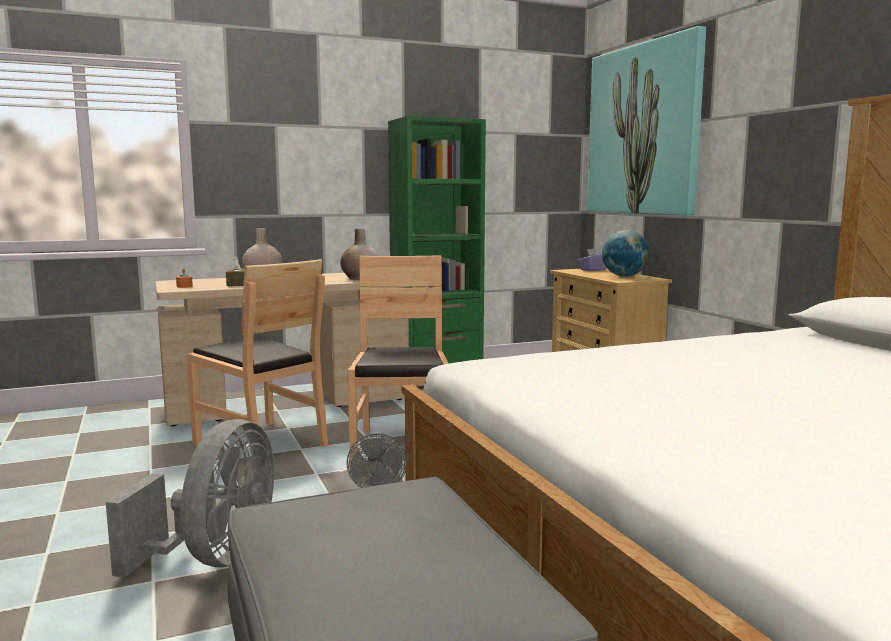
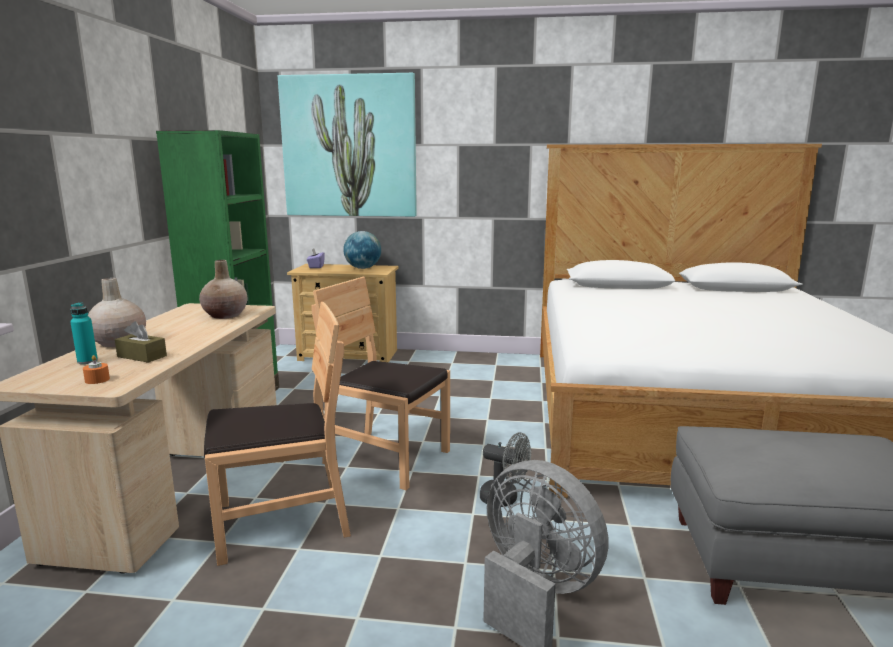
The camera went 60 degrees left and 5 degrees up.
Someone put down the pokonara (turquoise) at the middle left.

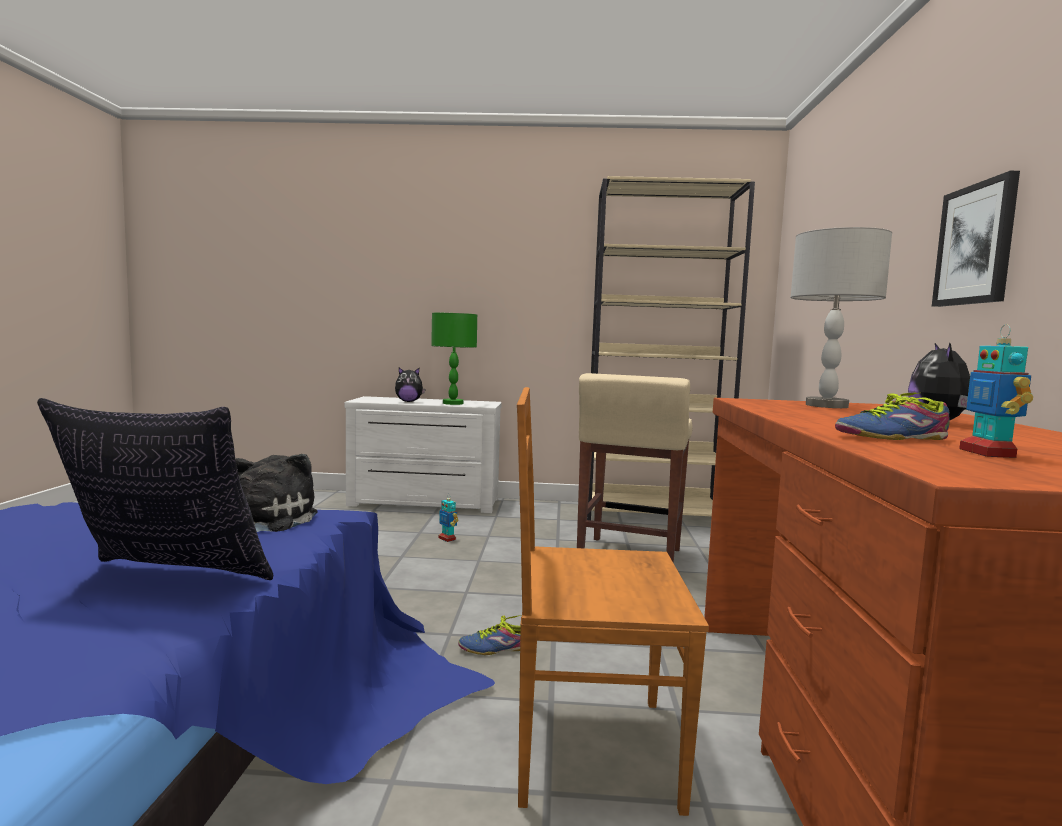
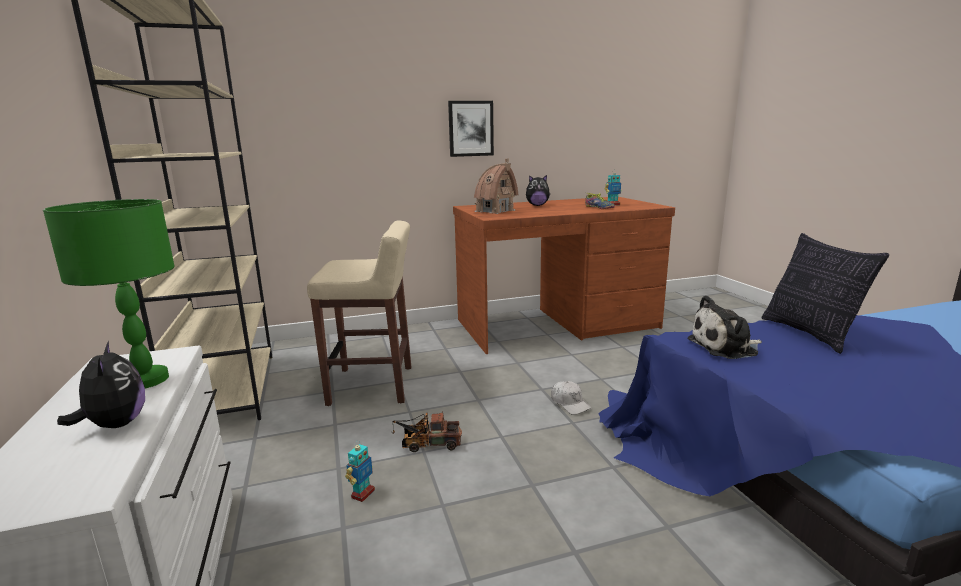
The camera went 110 degrees left and 10 degrees up.
Someone took away the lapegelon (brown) at the bottom centre.
Someone put down the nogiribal at the bottom centre.
Someone swapped the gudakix (1st from left) at the bottom centre for the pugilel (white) at the bottom centre.
Someone swapped the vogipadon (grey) at the middle right for the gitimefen at the top centre.

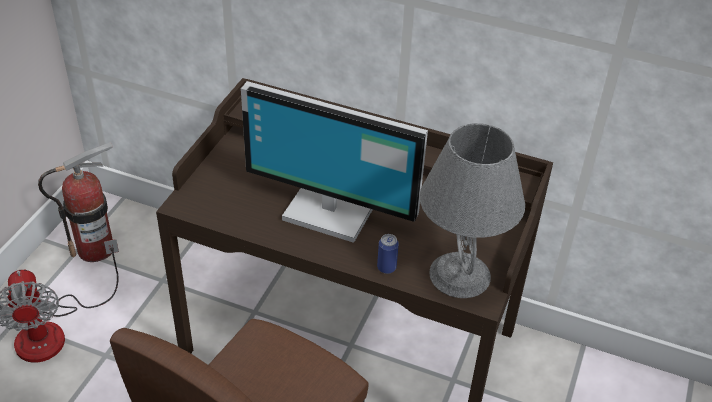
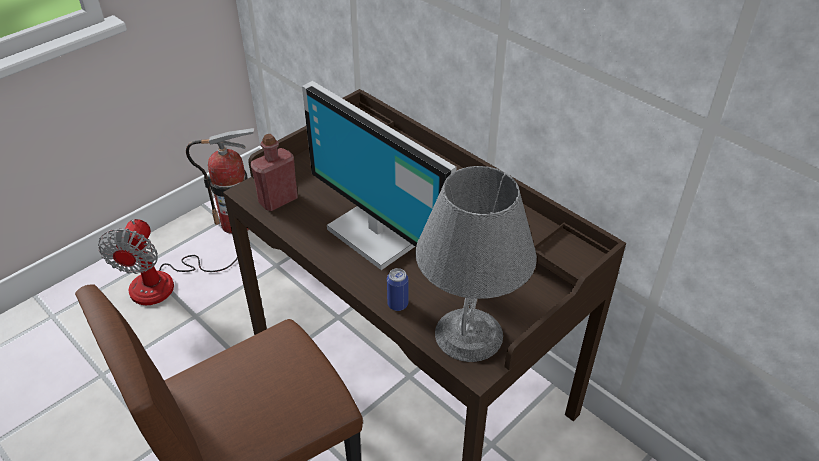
The camera went 25 degrees right and 0 degrees up.
Someone put down the pokonara (red) at the centre.

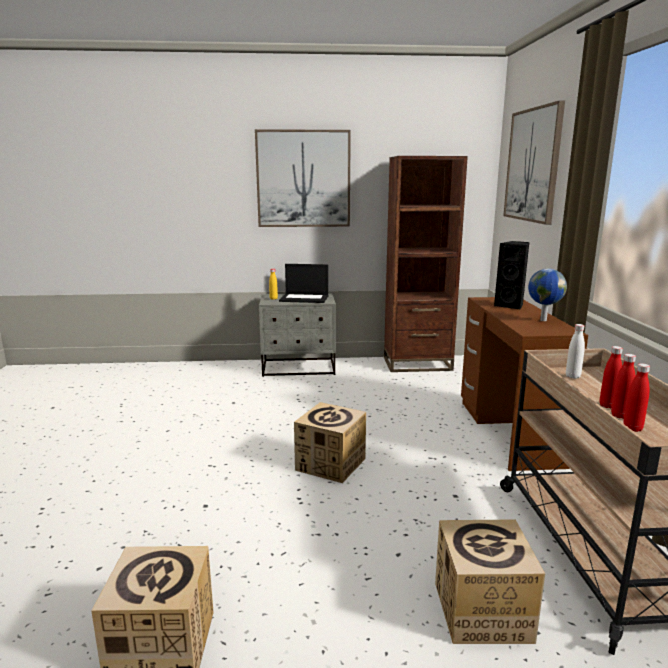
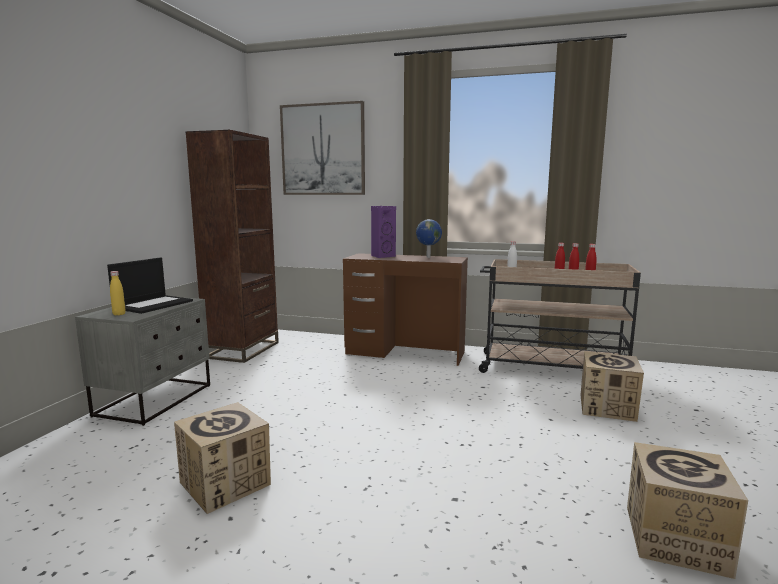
The camera went 70 degrees left and 5 degrees down.
Someone took away the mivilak (1st from left) at the top centre.
Someone carried the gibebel (2nd from left in the first image) from the centre to the bottom left.
Someone repainted the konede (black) at the middle right, which became the konede (purple) at the centre.

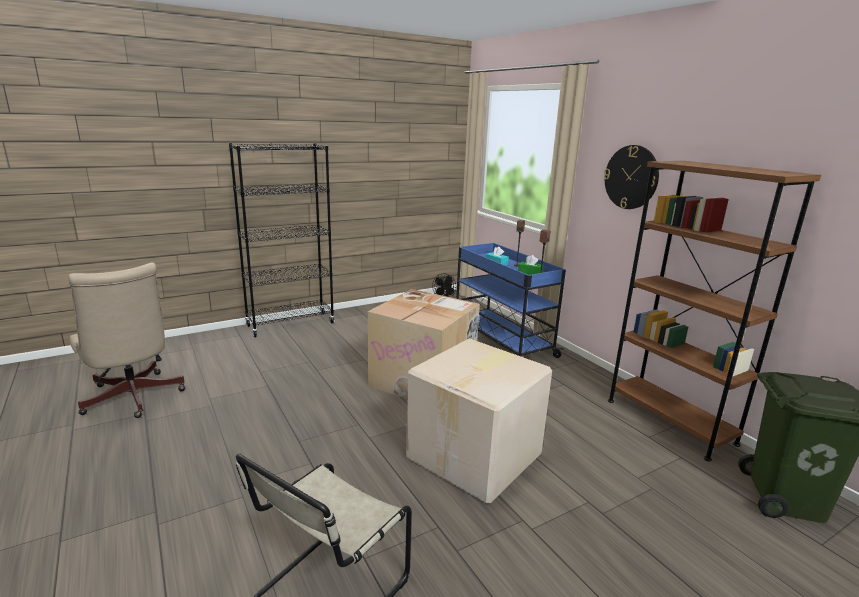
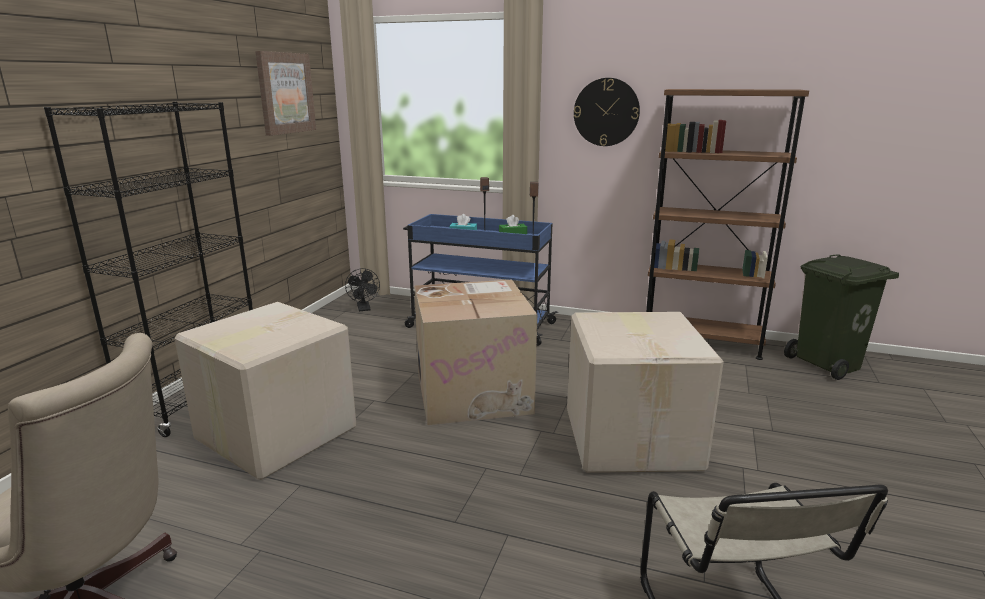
The camera went 40 degrees left and 0 degrees up.
Someone put down the gibebel (1st from left) at the middle left.
Someone put up the mivilak at the top left.

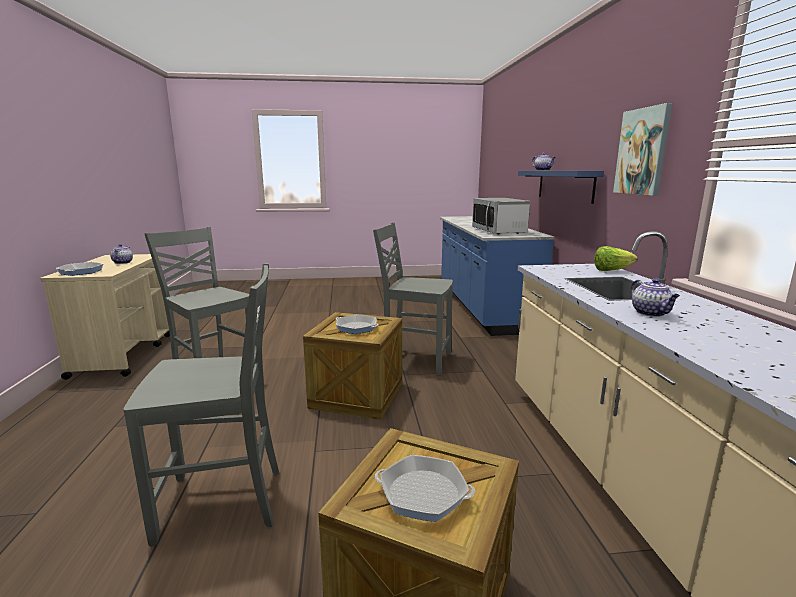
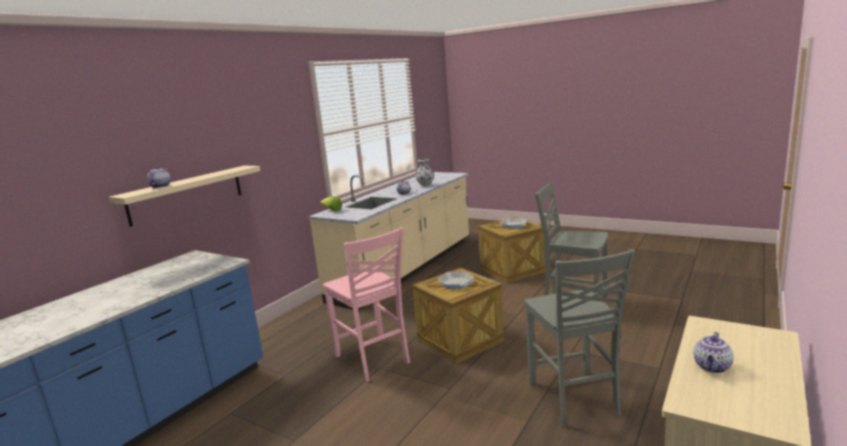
The camera went 140 degrees left and 0 degrees up.
Someone took away the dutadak (1st from left) at the middle left.
Someone took away the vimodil at the centre.
Someone took away the mivilak at the top right.
Someone put down the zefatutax at the centre.
Someone repainted the lapegelon (grey) (3rd from left) at the centre, which became the lapegelon (pink) at the bottom centre.
Someone repainted the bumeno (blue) at the top right, which became the bumeno (beige) at the middle left.

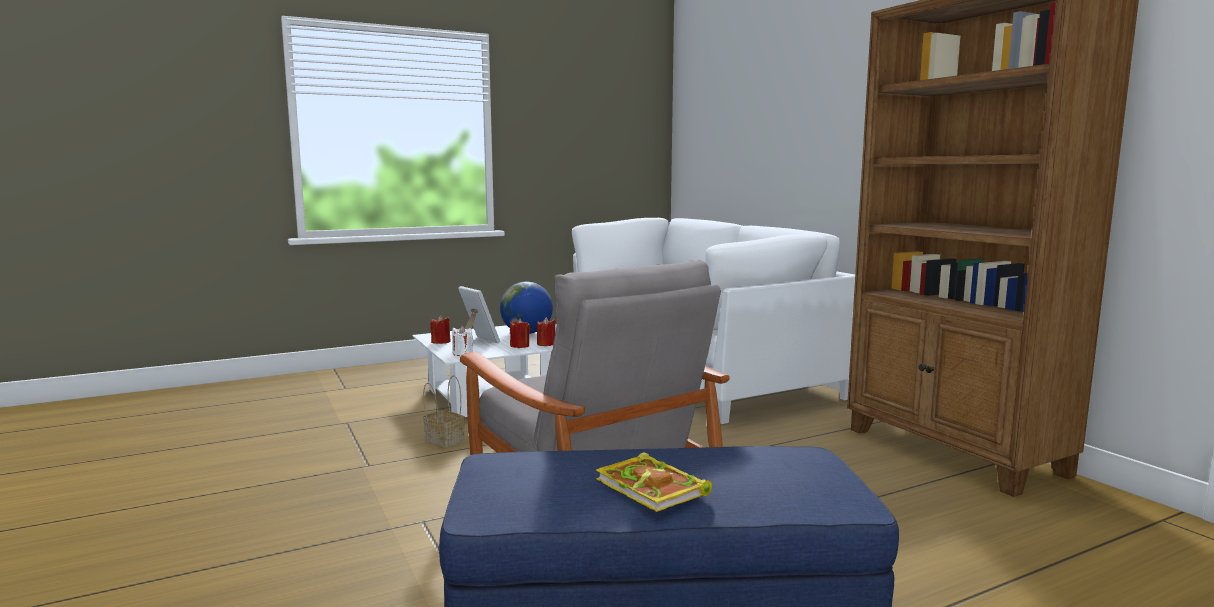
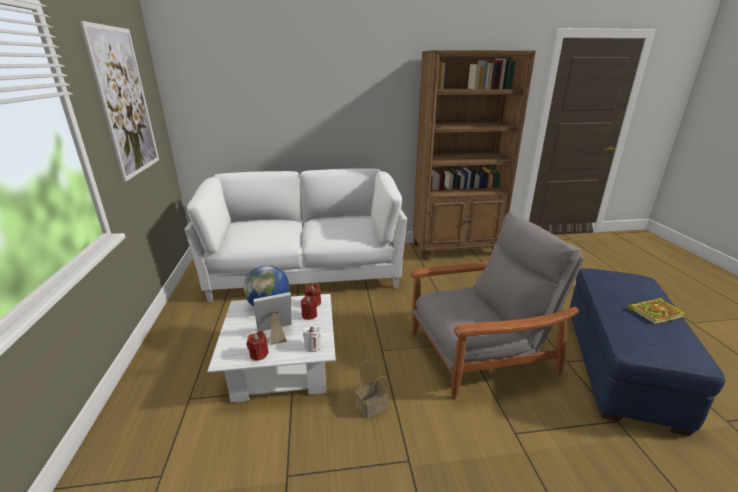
The camera went 70 degrees left and 15 degrees up.
Someone put up the mivilak at the top left.

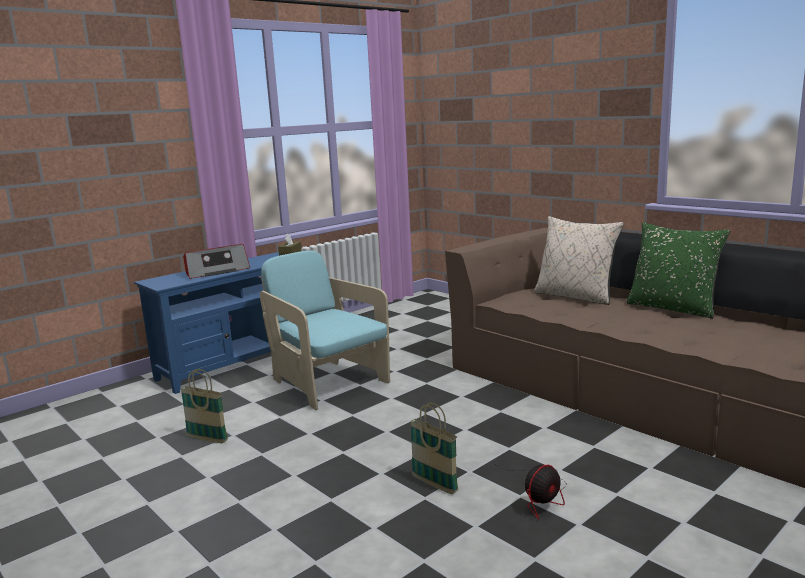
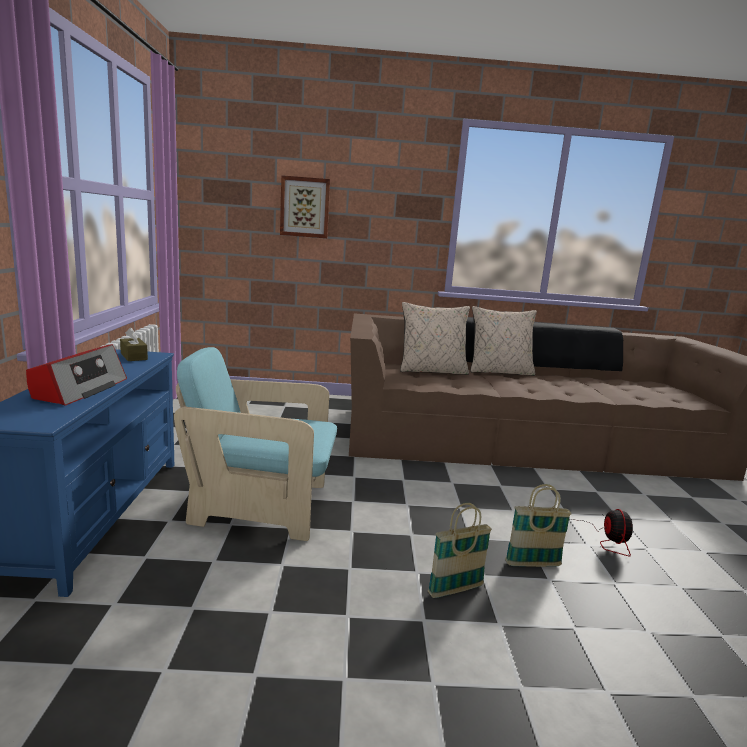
The camera went 50 degrees left and 0 degrees up.
Someone put up the mivilak at the top centre.
Someone carried the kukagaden (1st from left) from the bottom left to the bottom centre.
Someone repainted the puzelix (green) at the middle right, which became the puzelix (beige) (2nd from left) at the middle right.

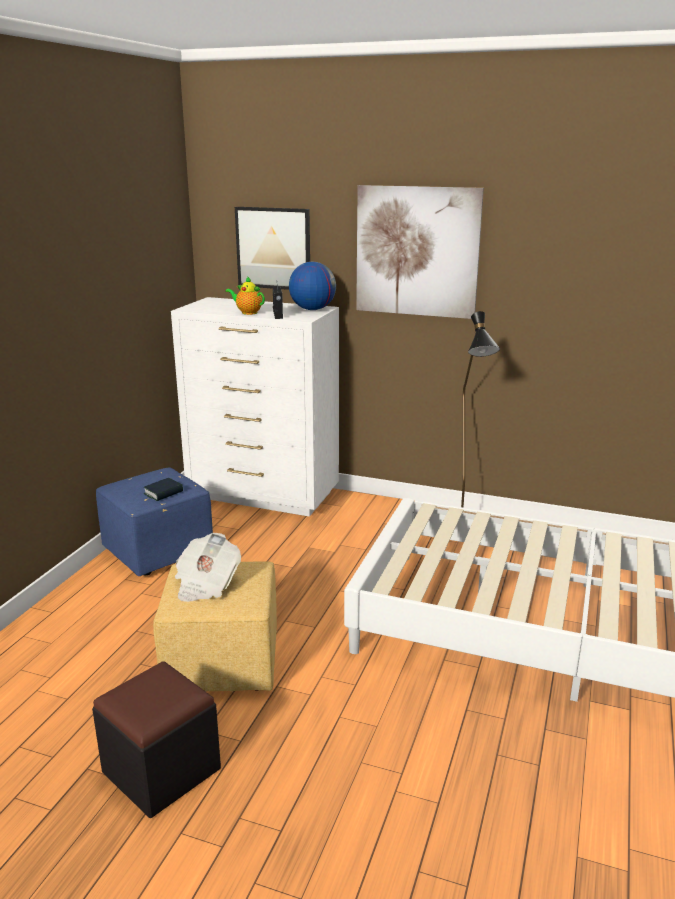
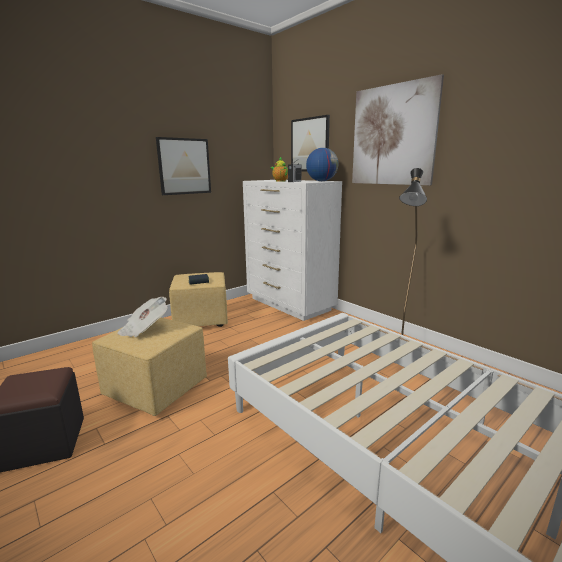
The camera went 30 degrees right and 5 degrees down.
Someone put up the mivilak (1st from left) at the top left.
Someone repainted the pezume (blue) at the middle left, which became the pezume (yellow) (2nd from left) at the centre.

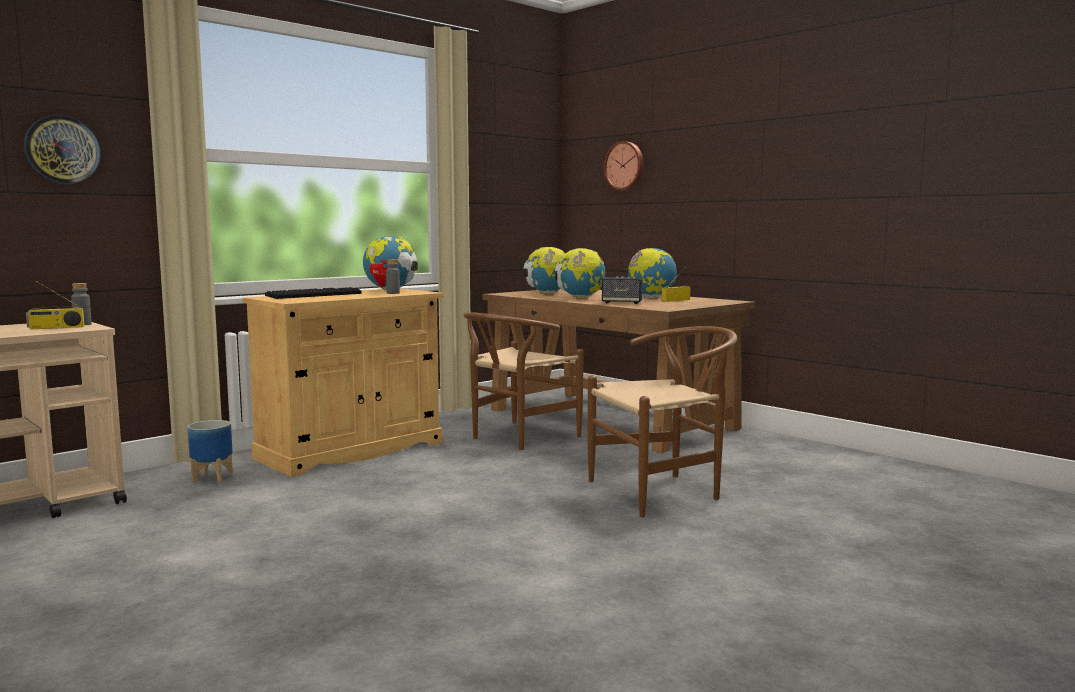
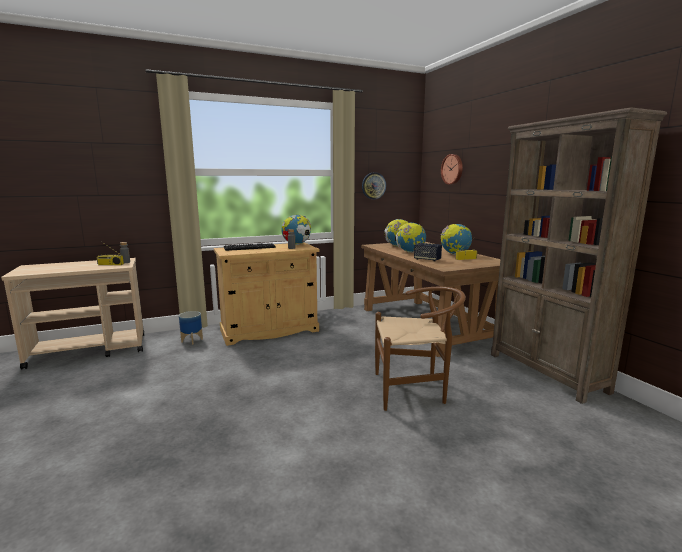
The camera went 20 degrees right and 5 degrees up.
Someone took away the lapegelon (brown) (1st from left) at the centre.
Someone put down the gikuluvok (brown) at the middle right.
Someone carried the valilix (1st from left) from the top left to the centre.

